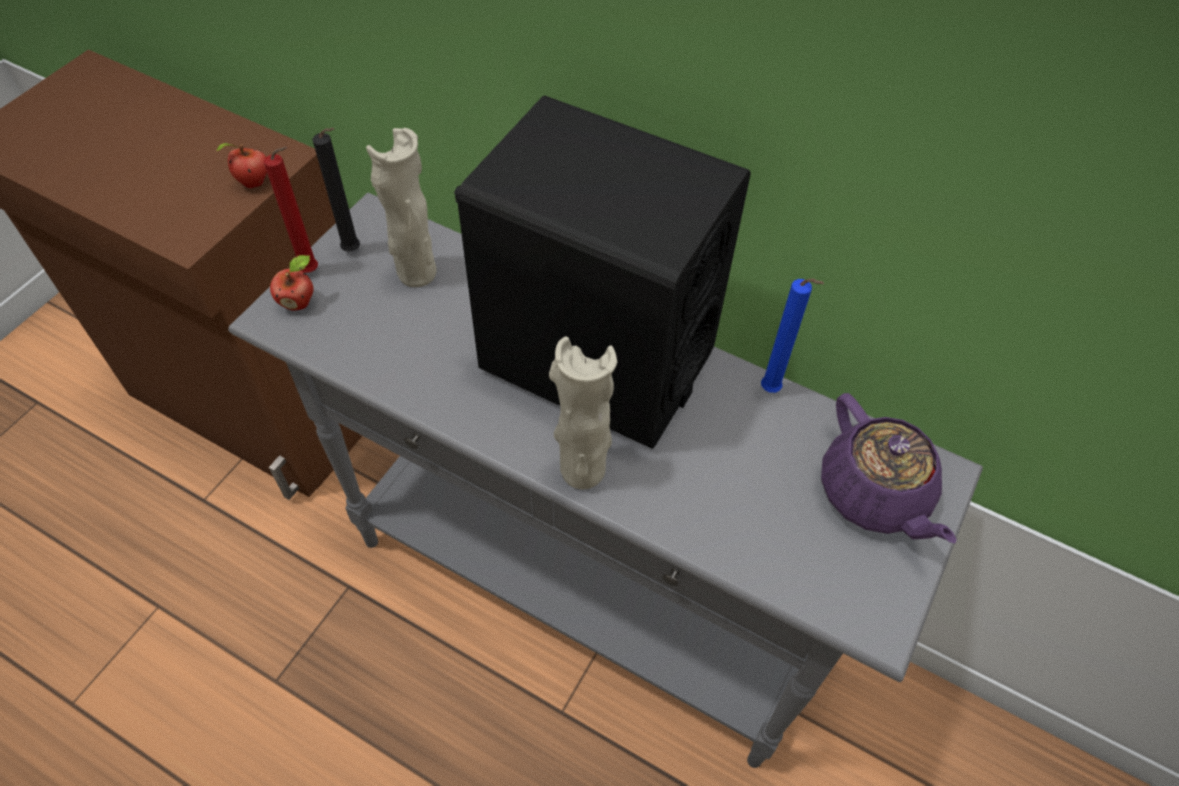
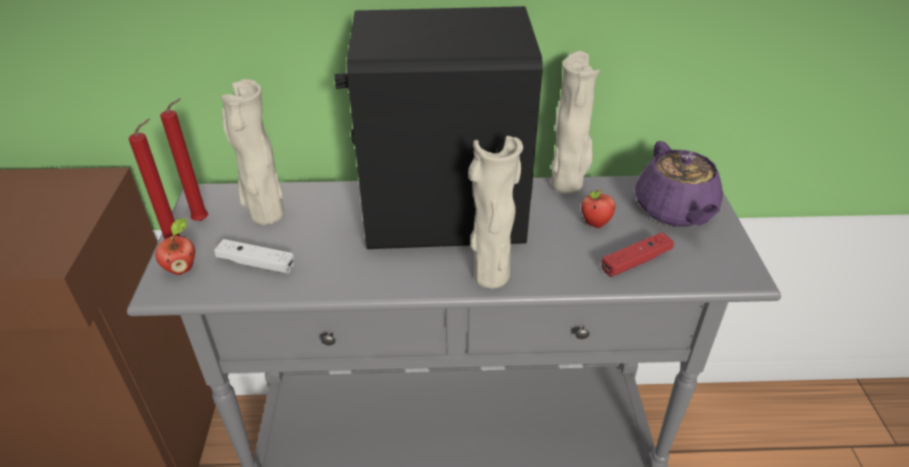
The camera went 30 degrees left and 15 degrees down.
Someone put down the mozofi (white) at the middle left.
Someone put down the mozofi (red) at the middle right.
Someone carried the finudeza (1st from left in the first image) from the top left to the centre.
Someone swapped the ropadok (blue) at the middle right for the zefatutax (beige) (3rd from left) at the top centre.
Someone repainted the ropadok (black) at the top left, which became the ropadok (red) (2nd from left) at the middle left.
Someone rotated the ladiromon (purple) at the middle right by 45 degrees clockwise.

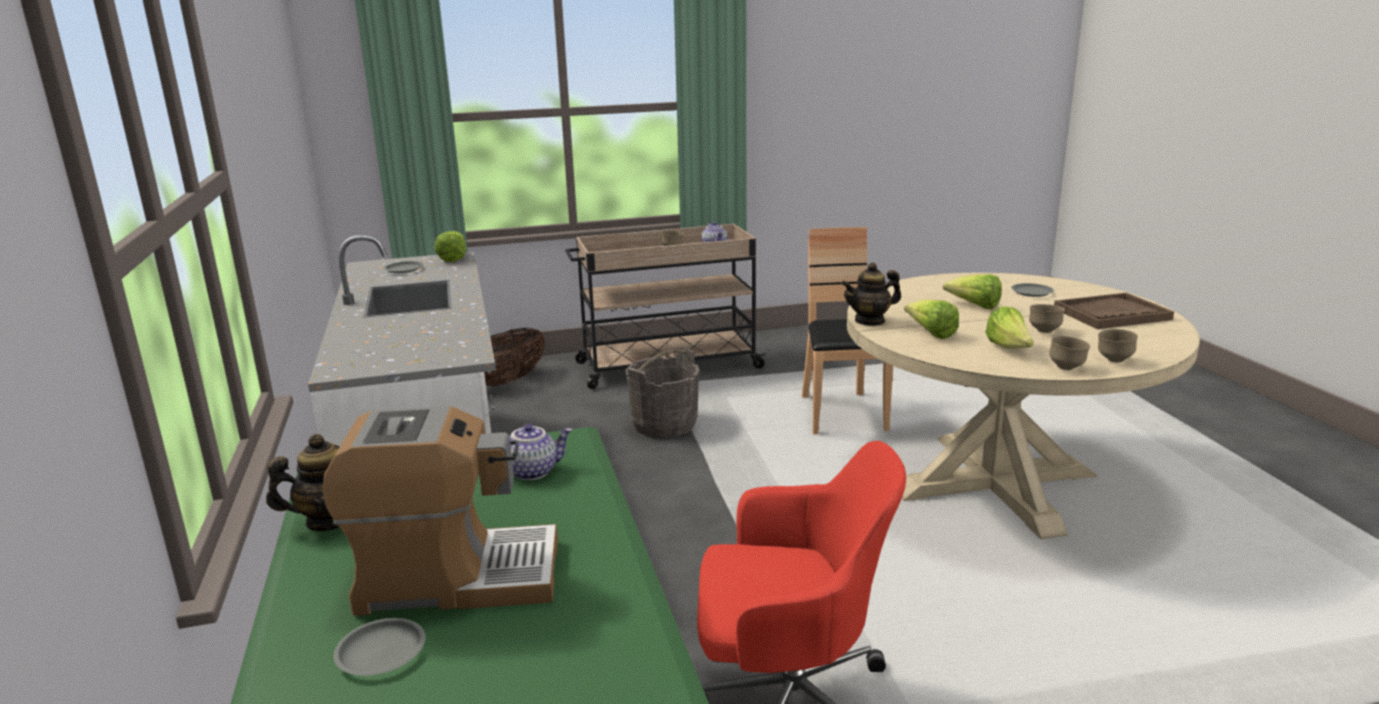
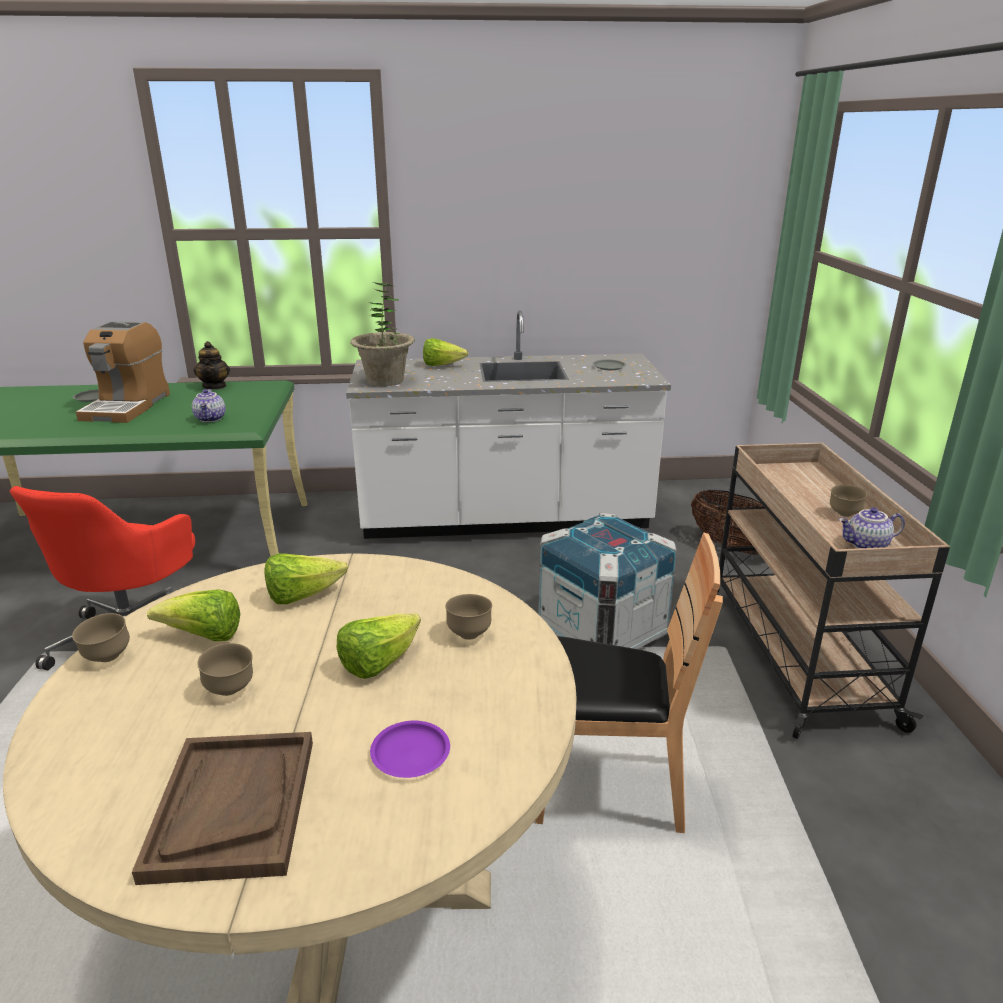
The camera went 100 degrees right and 5 degrees up.
Someone took away the ladiromon (4th from left) at the centre.
Someone put down the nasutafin at the top centre.
Someone carried the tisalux (1st from left in the first image) from the middle left to the centre.
Someone carried the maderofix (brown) (4th from left in the first image) from the middle right to the centre.
Someone swapped the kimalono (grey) at the centre for the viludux at the centre.
Someone repainted the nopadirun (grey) (3rd from left) at the middle right, which became the nopadirun (purple) at the bottom centre.

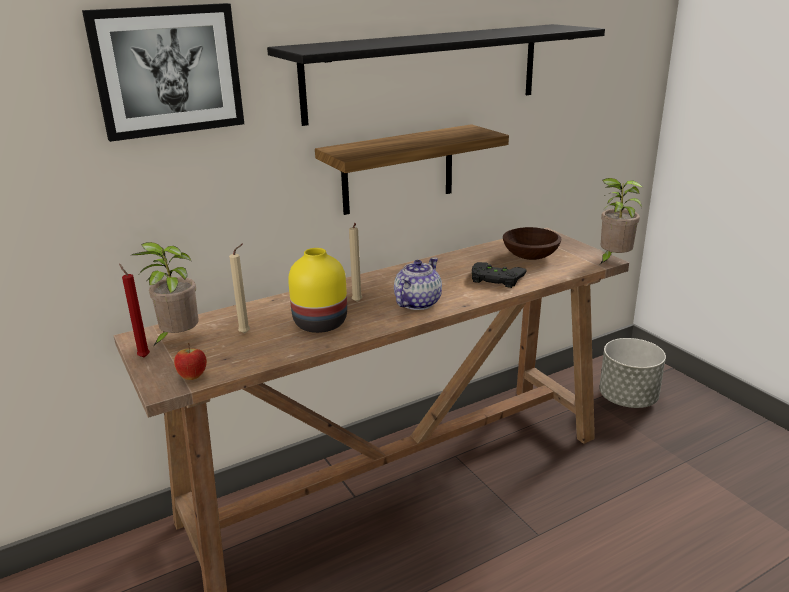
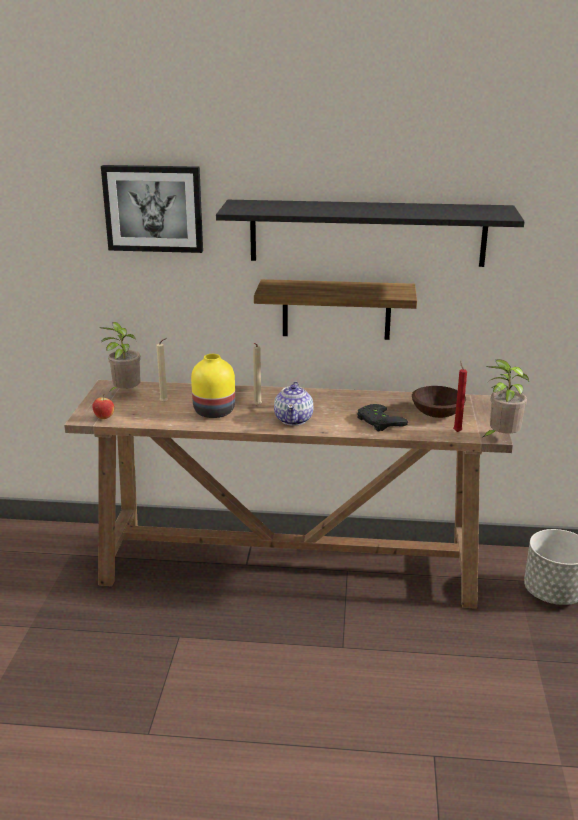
The camera went 35 degrees right and 0 degrees up.
Someone carried the ropadok (red) from the middle left to the middle right.
Someone rotated the ladiromon at the centre by 120 degrees clockwise.

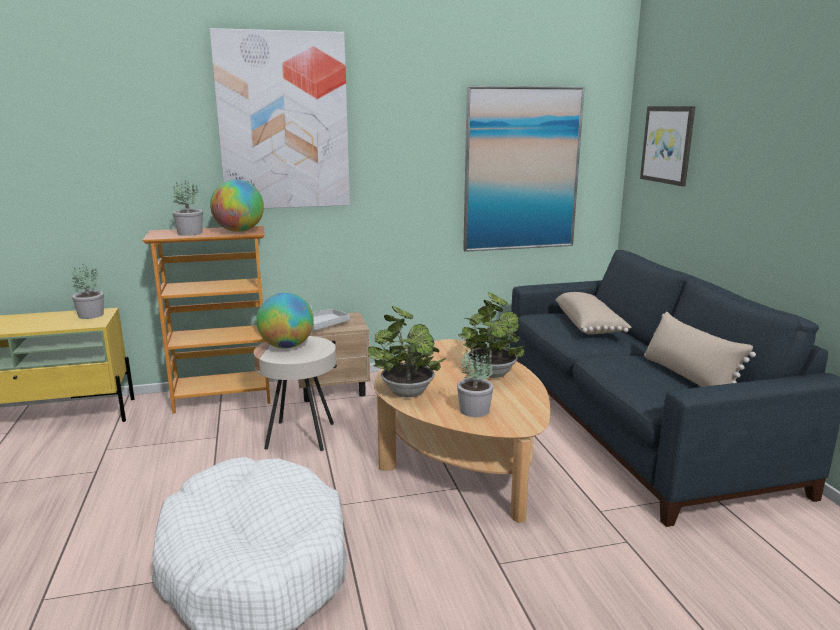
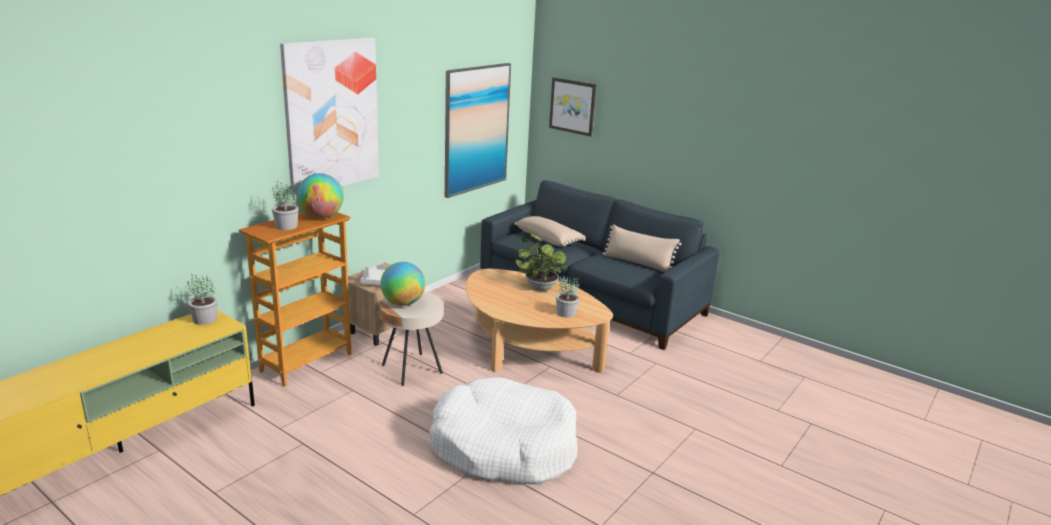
The camera went 40 degrees left and 5 degrees up.
Someone took away the nasutafin (3rd from left) at the centre.

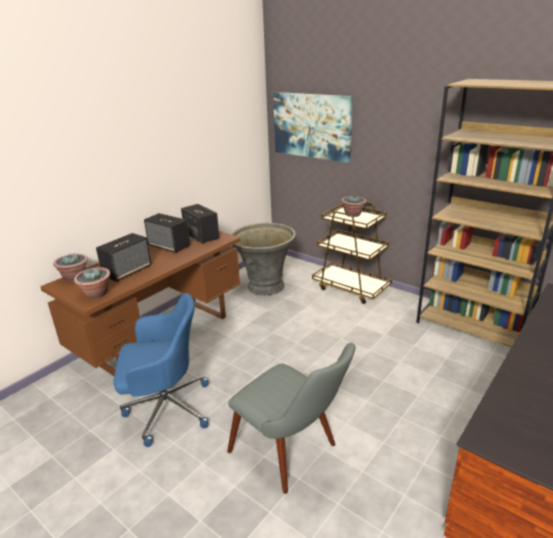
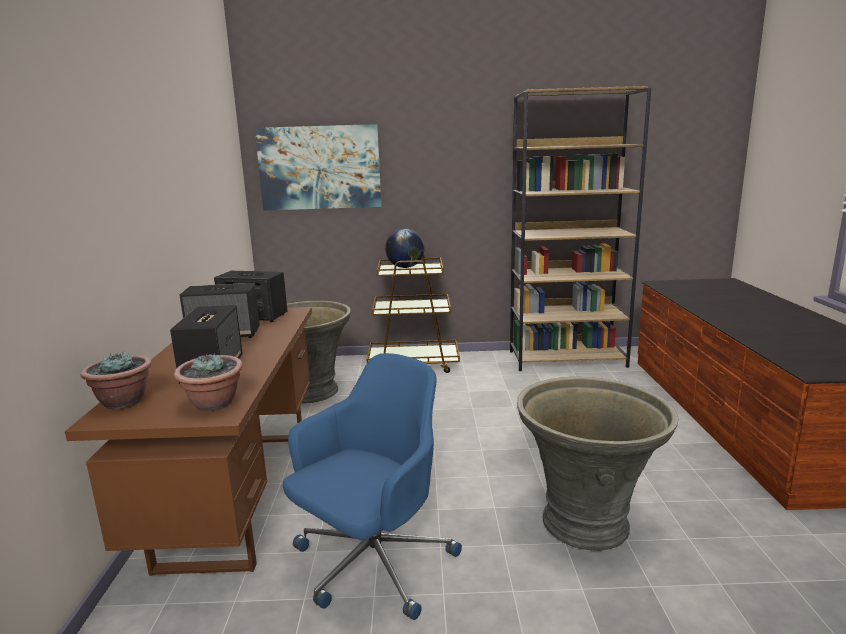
The camera went 40 degrees left and 10 degrees down.
Someone swapped the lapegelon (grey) at the bottom centre for the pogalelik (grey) (2nd from left) at the bottom right.
Someone swapped the nasutafin (3rd from left) at the centre for the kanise at the centre.

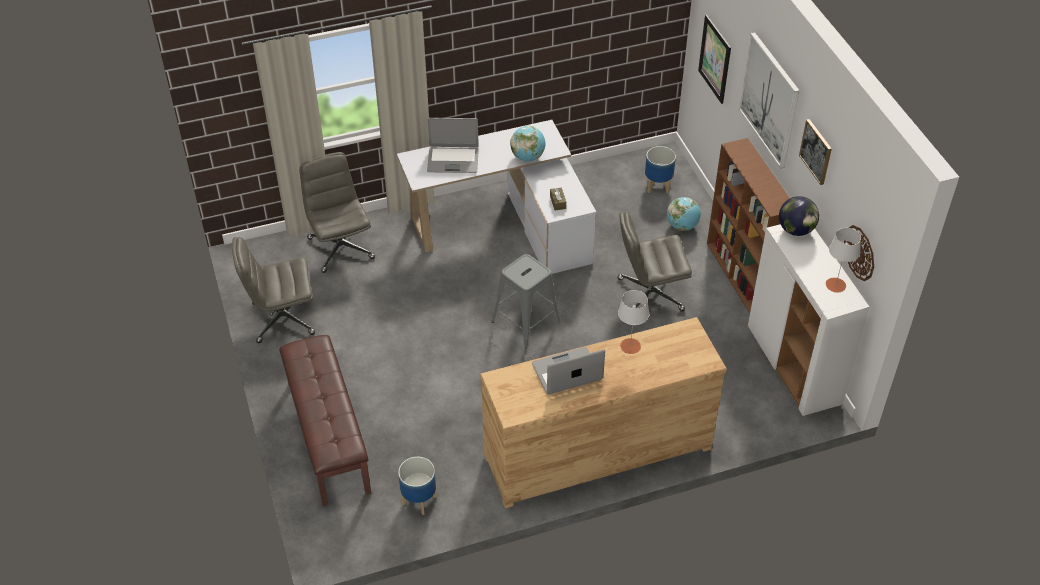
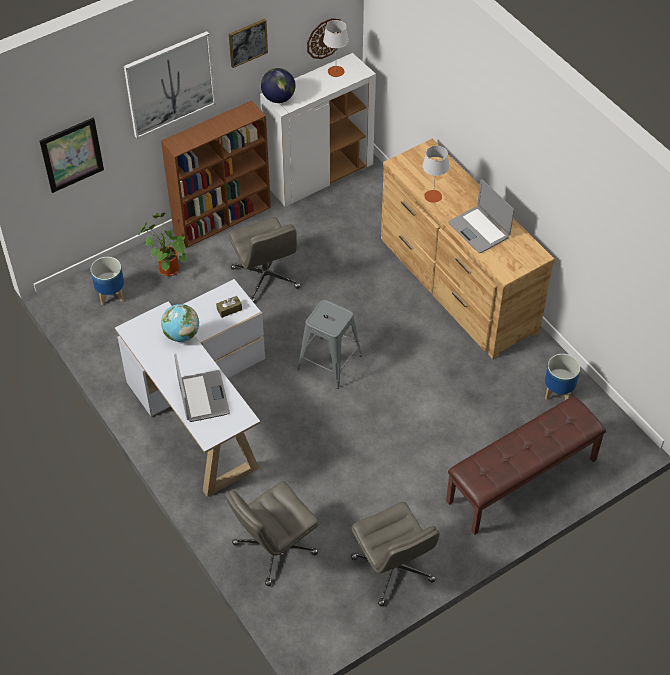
The camera went 105 degrees left and 5 degrees up.
Someone swapped the kanise (2nd from left) at the centre for the nasutafin at the middle left.

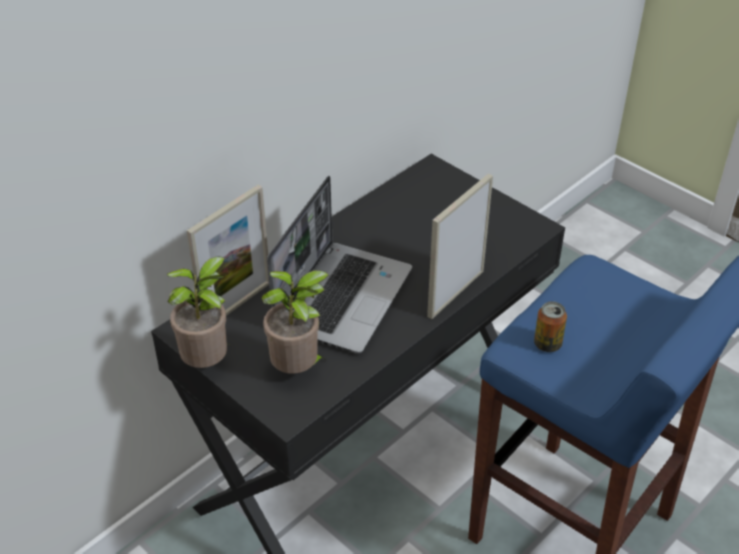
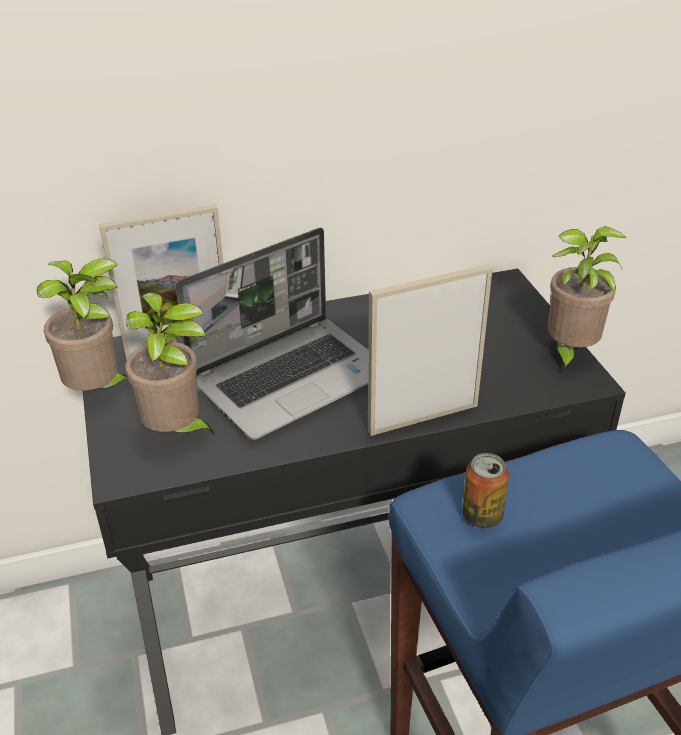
The camera went 30 degrees right and 5 degrees down.
Someone put down the nasutafin (3rd from left) at the middle right.

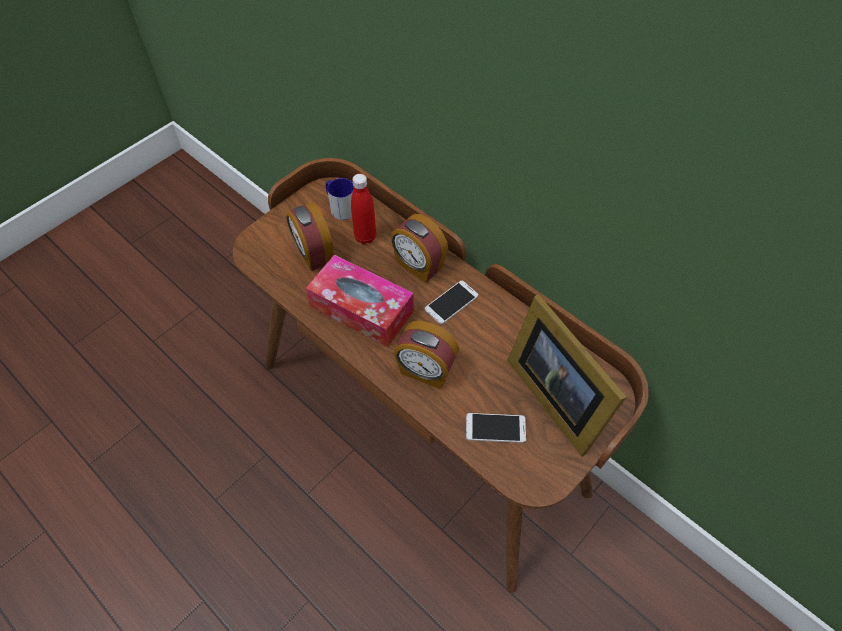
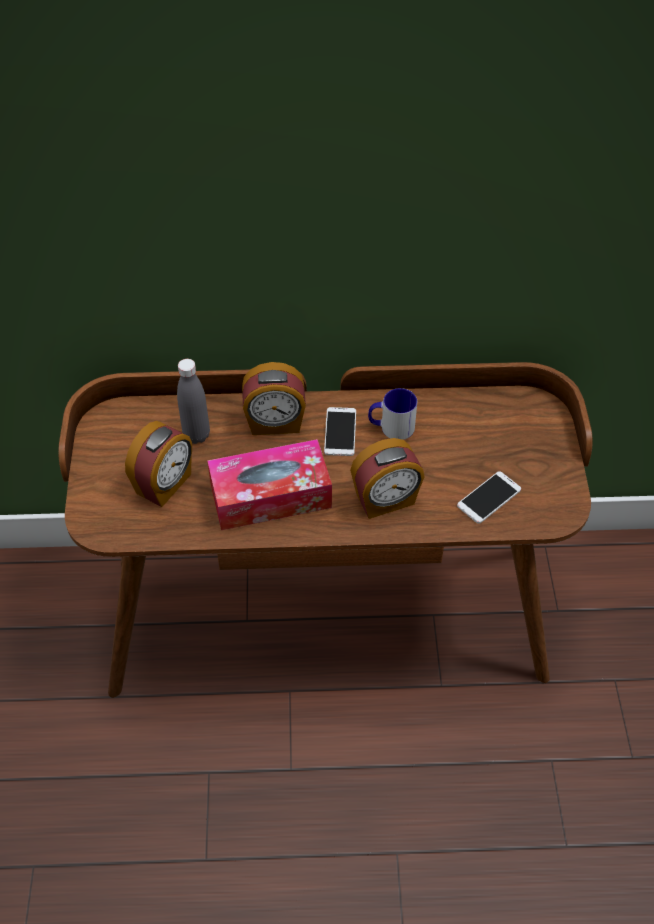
The camera went 45 degrees left and 5 degrees down.
Someone took away the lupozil at the middle right.
Someone carried the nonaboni from the top centre to the centre.
Someone repainted the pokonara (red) at the top centre, which became the pokonara (grey) at the middle left.
Someone rotated the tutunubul (1st from left) at the centre by 75 degrees counterclockwise.

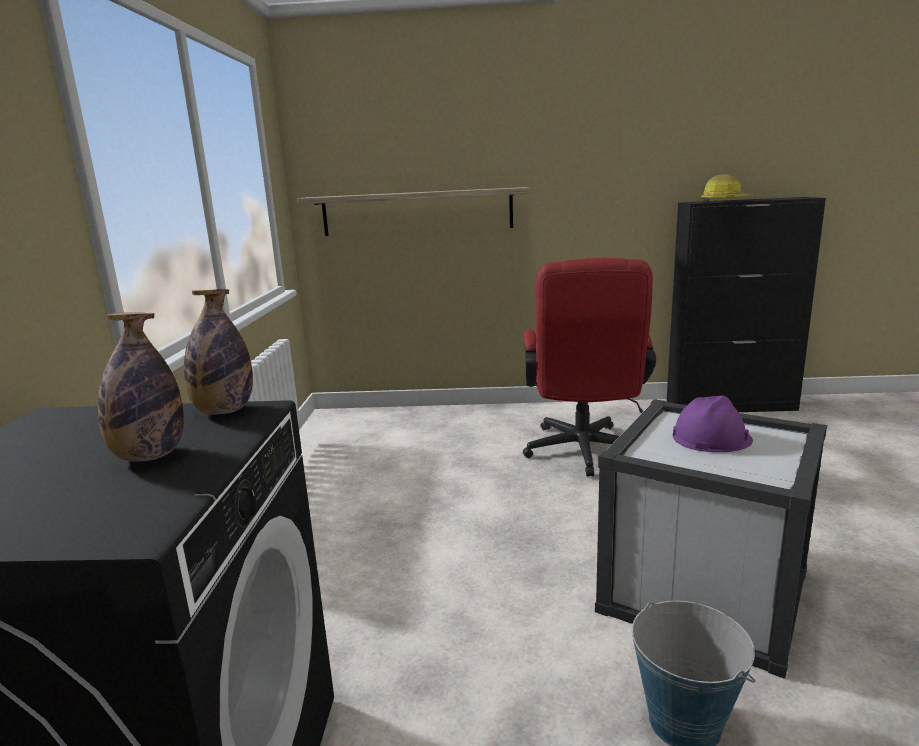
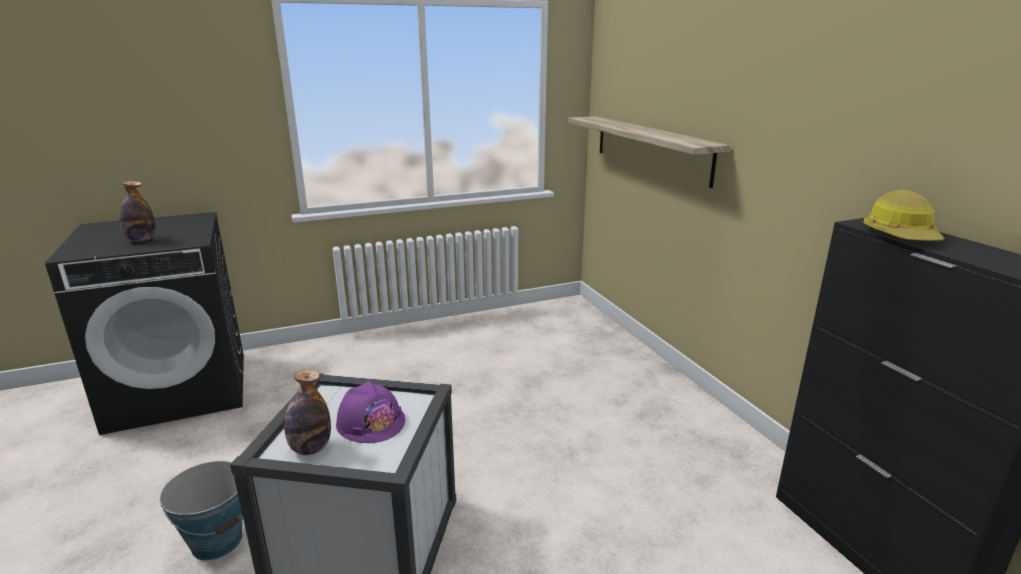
The camera went 65 degrees right and 5 degrees up.
Someone took away the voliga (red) at the centre.
Someone carried the pokonara (2nd from left) from the middle left to the bottom left.

